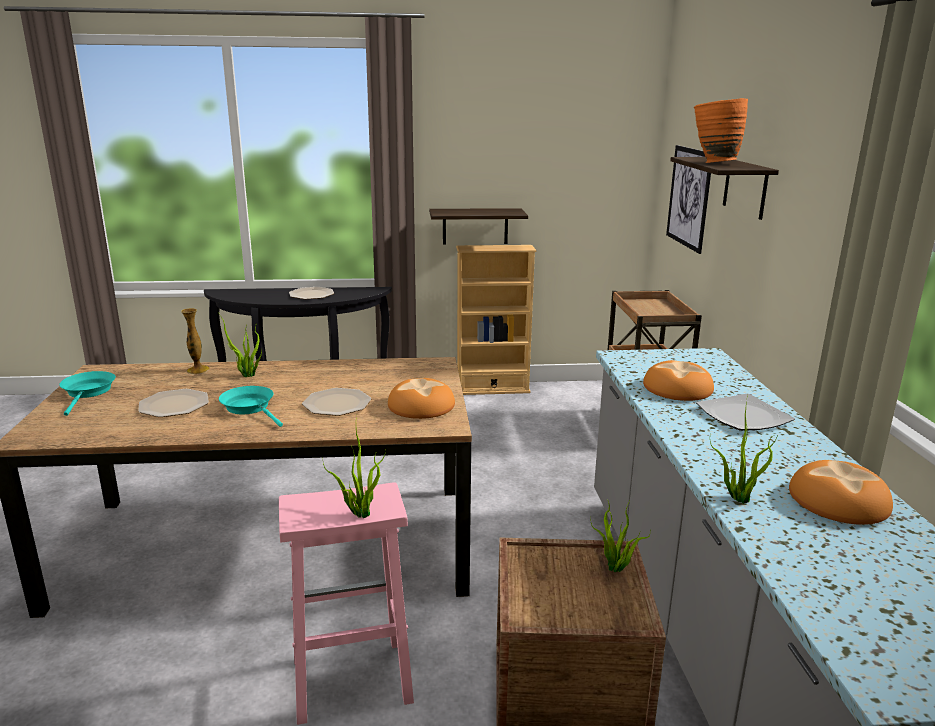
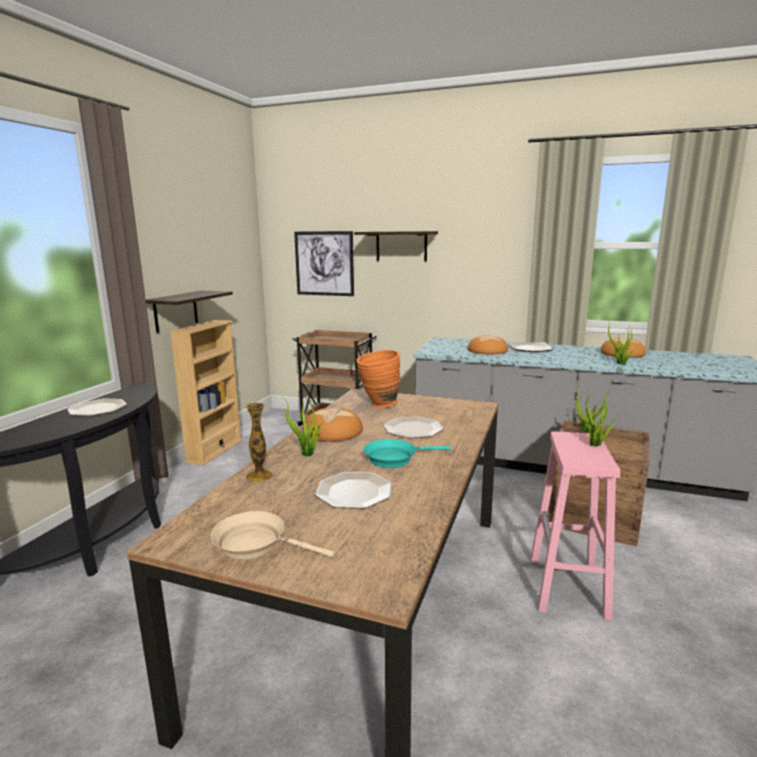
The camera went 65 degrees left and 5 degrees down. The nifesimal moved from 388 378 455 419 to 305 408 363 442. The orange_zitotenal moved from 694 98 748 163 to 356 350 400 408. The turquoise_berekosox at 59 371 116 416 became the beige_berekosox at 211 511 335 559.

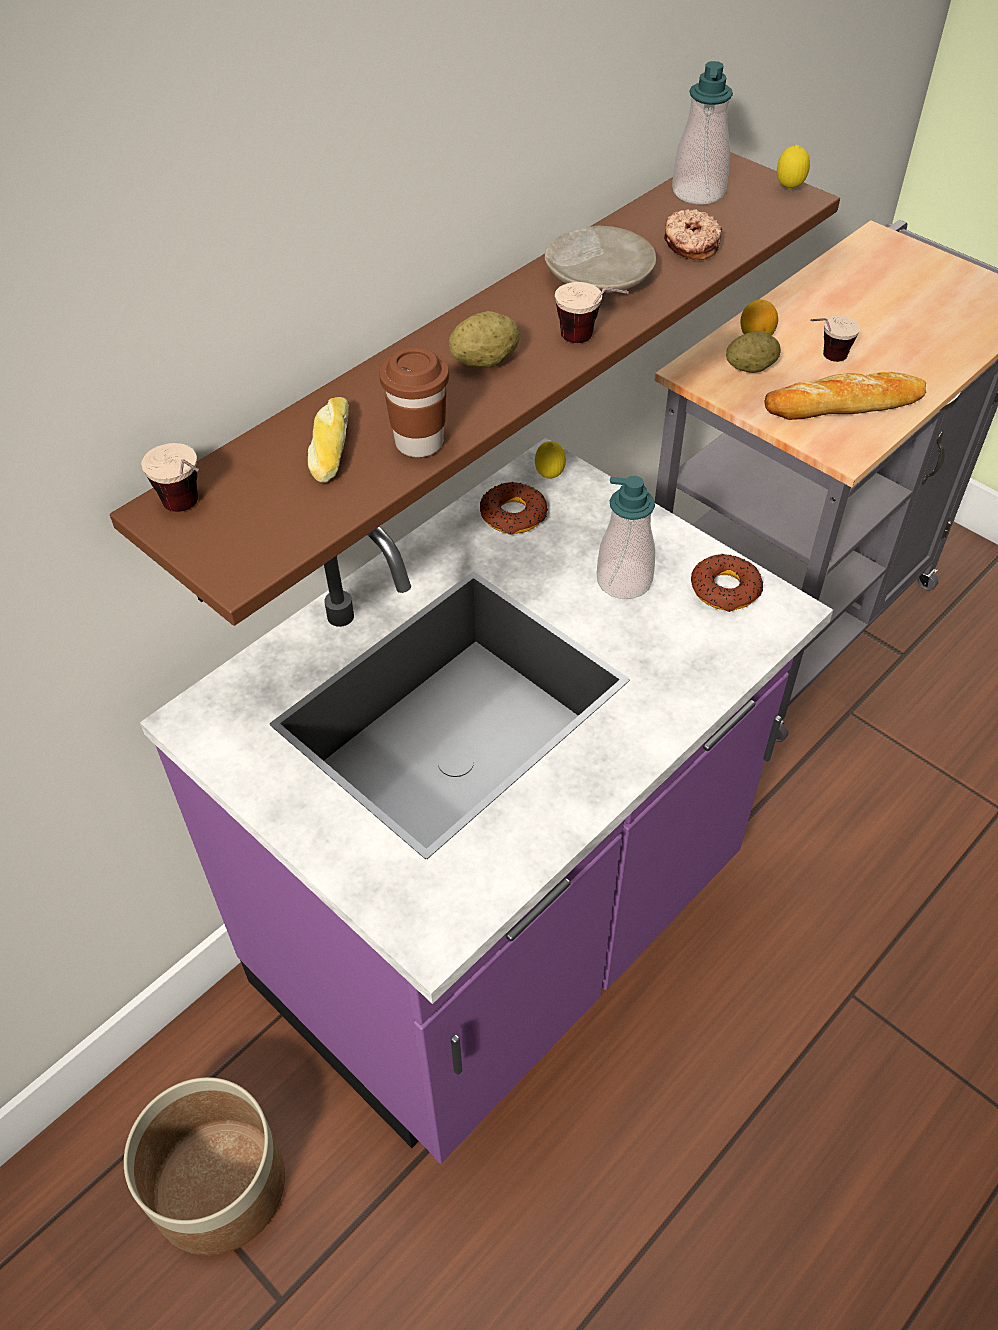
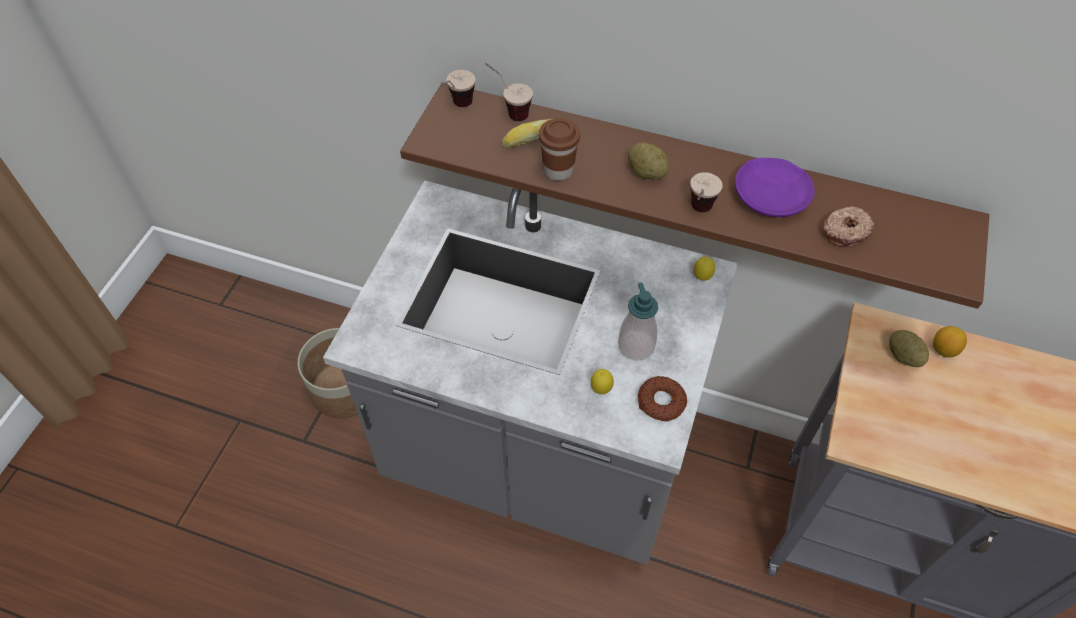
The camera went 65 degrees right and 5 degrees up. The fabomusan at 480 482 548 535 disappeared. The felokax at 672 61 733 205 disappeared. The nifesimal at 765 371 926 420 disappeared. The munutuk moved from 777 145 810 190 to 591 369 614 394. The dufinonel moved from 810 315 860 362 to 485 63 533 121. The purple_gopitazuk at 140 438 833 1164 became the grey_gopitazuk at 323 180 738 565. The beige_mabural at 544 226 656 293 became the purple_mabural at 735 158 815 217.

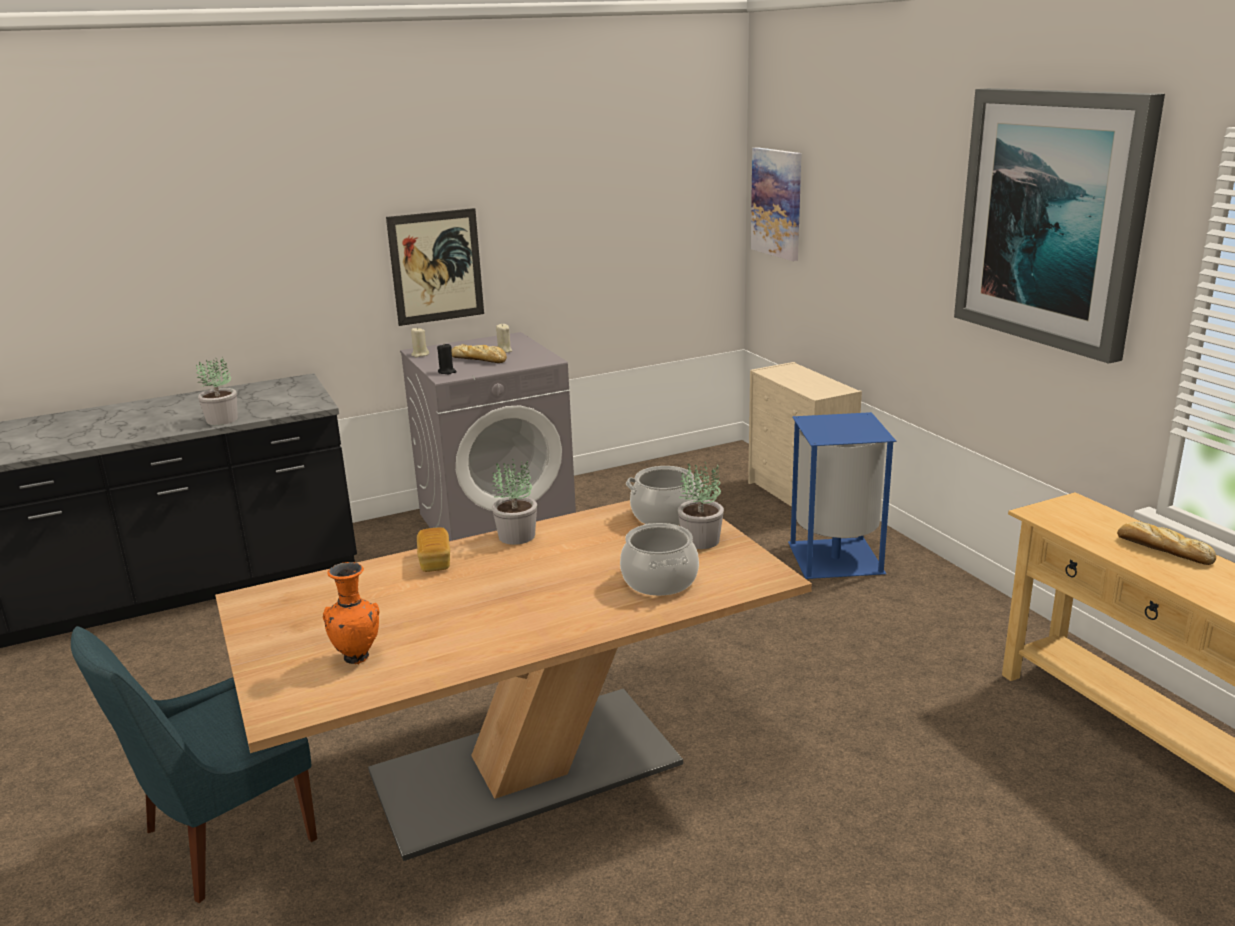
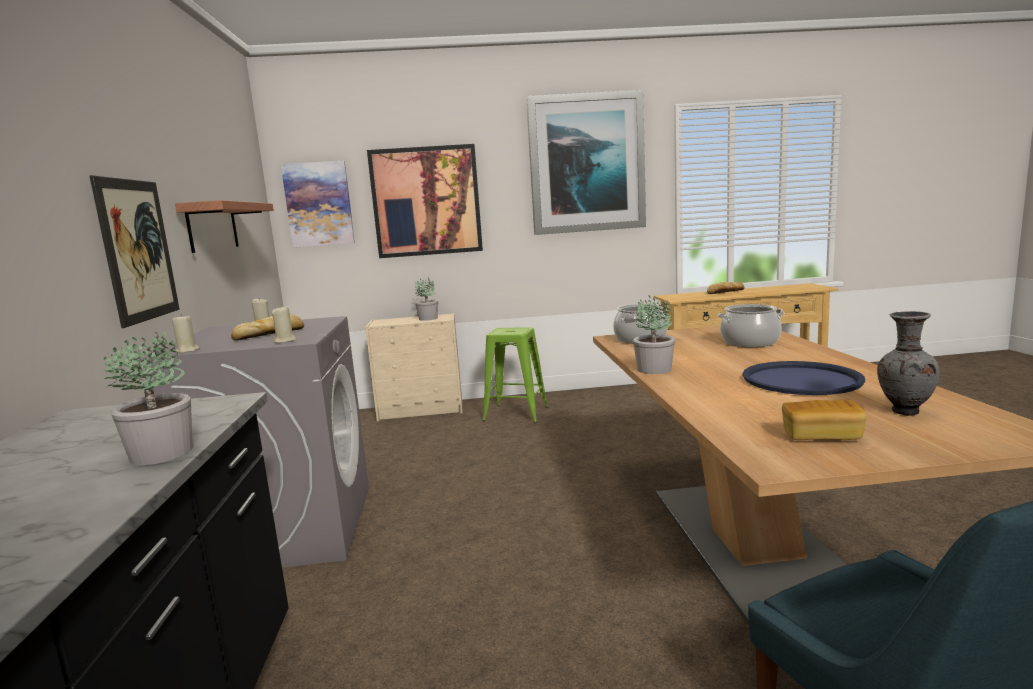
The camera went 70 degrees left and 10 degrees down. The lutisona at 175 200 274 253 appeared. The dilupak at 367 144 483 258 appeared. The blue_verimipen at 743 361 865 395 appeared. The nifesimal moved from 417 528 450 572 to 782 400 867 440. The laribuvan moved from 678 462 724 549 to 415 277 438 321. The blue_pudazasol at 788 412 897 579 was replaced by the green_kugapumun at 482 327 548 423. The orange_zitotenal at 323 562 379 664 became the grey_zitotenal at 877 311 940 416. The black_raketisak at 437 344 457 374 became the beige_raketisak at 272 306 297 343.

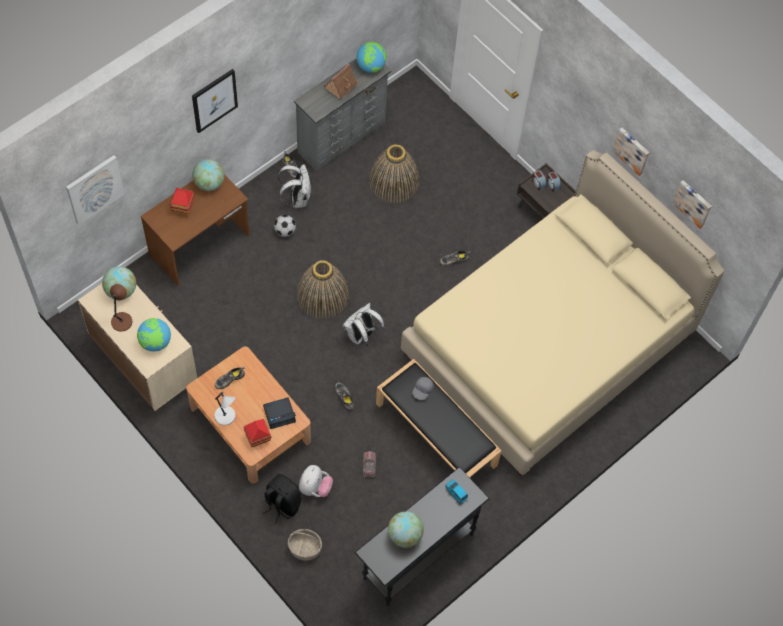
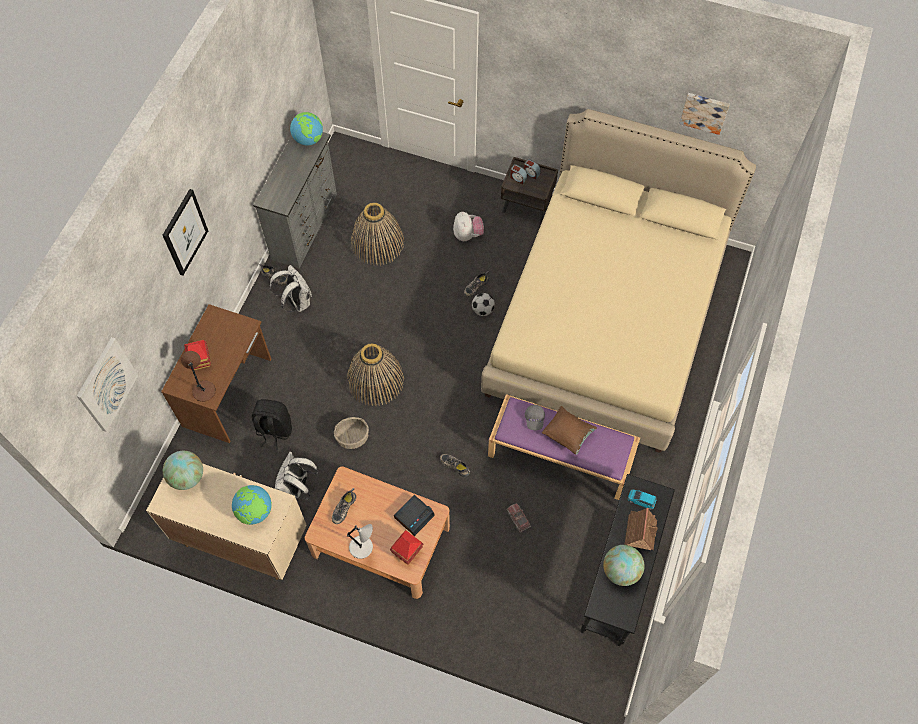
The camera went 25 degrees left and 0 degrees up. The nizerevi at 192 159 224 191 disappeared. The dilupak at 613 128 650 176 disappeared. The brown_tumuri at 542 406 597 455 appeared. The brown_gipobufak moved from 110 284 132 332 to 181 351 216 402. The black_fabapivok moved from 263 474 301 524 to 252 399 292 450. The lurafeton moved from 274 215 296 237 to 472 293 495 316. The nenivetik moved from 288 529 322 561 to 334 417 369 449. The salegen moved from 299 465 333 497 to 453 212 484 241. The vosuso moved from 324 64 359 99 to 625 508 658 550. The white_fabapivok moved from 343 303 385 348 to 275 451 319 499. The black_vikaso at 376 359 502 477 became the purple_vikaso at 488 394 640 500.

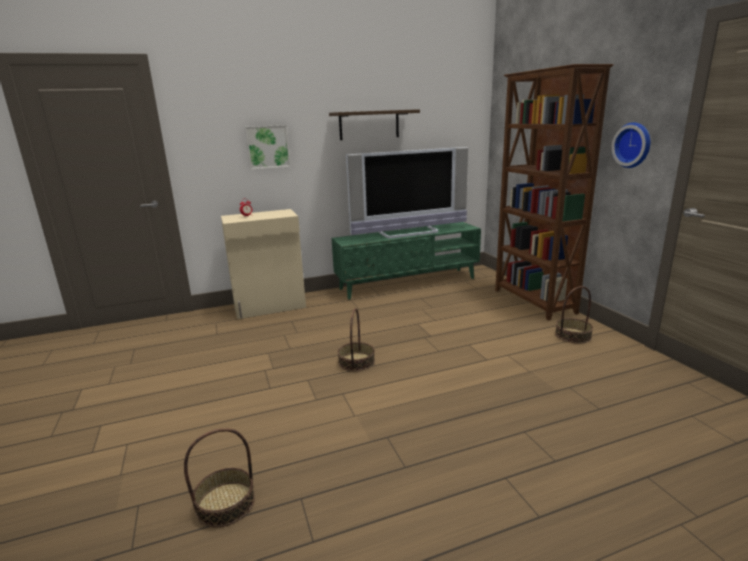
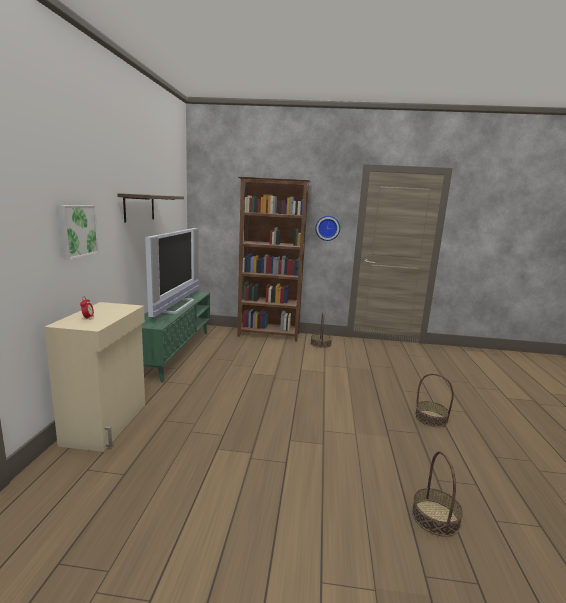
The camera went 65 degrees left and 5 degrees down. The nenivetik moved from 338 308 375 371 to 415 373 454 427.

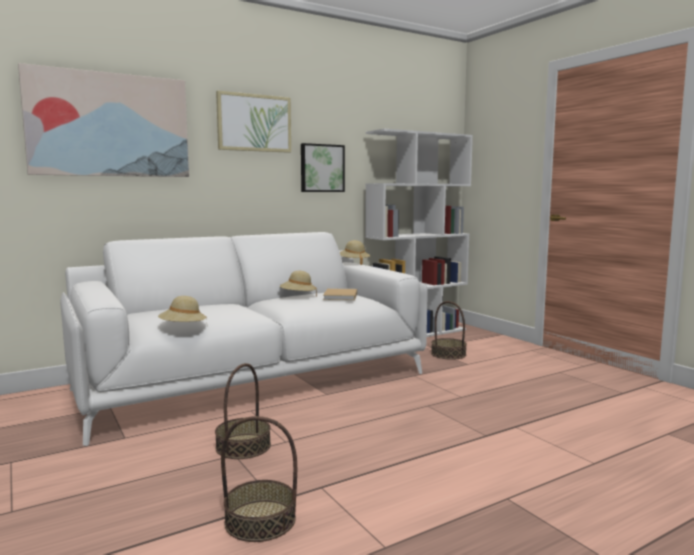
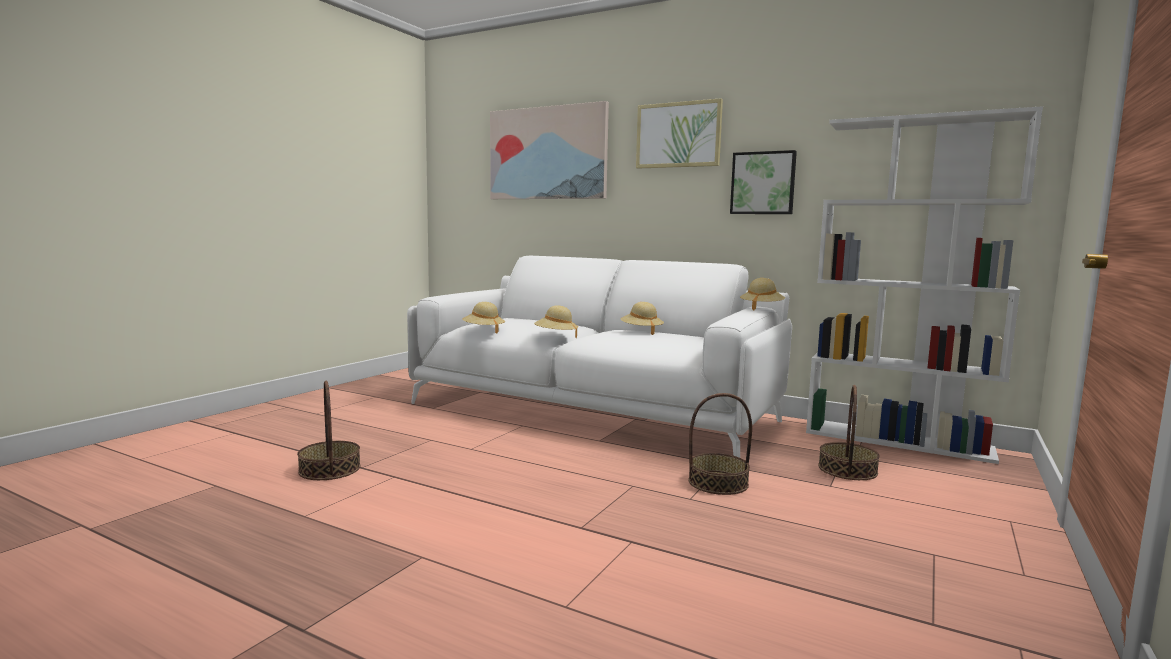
The camera went 60 degrees right and 0 degrees up. The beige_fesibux at 323 289 357 300 disappeared. The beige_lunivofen at 534 305 578 338 appeared. The nenivetik moved from 215 363 271 459 to 688 393 752 495.

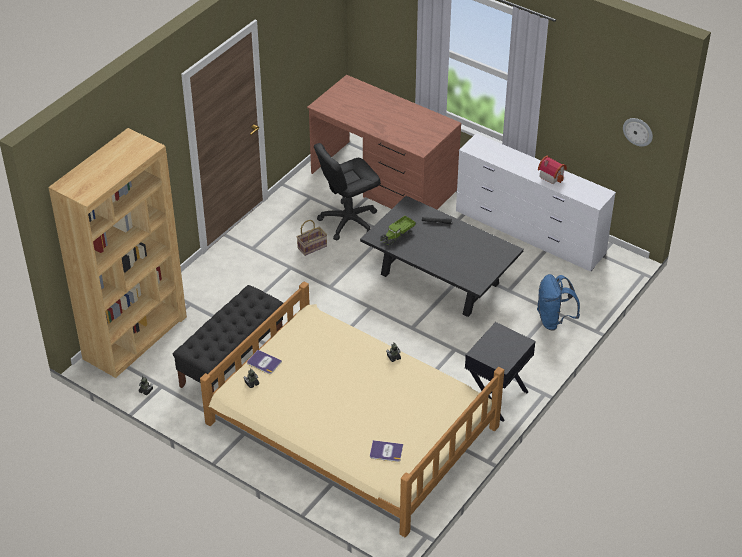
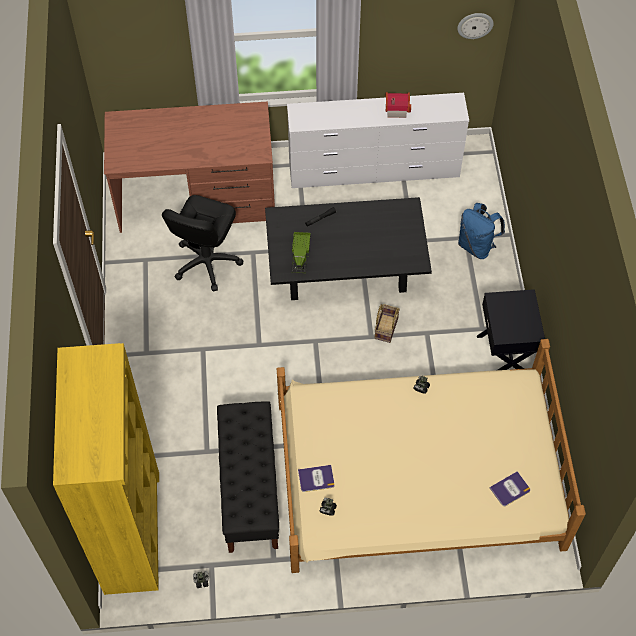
The camera went 40 degrees left and 15 degrees up. The nenivetik moved from 297 220 327 256 to 375 304 400 343. The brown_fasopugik at 48 128 187 378 became the yellow_fasopugik at 53 343 159 595.

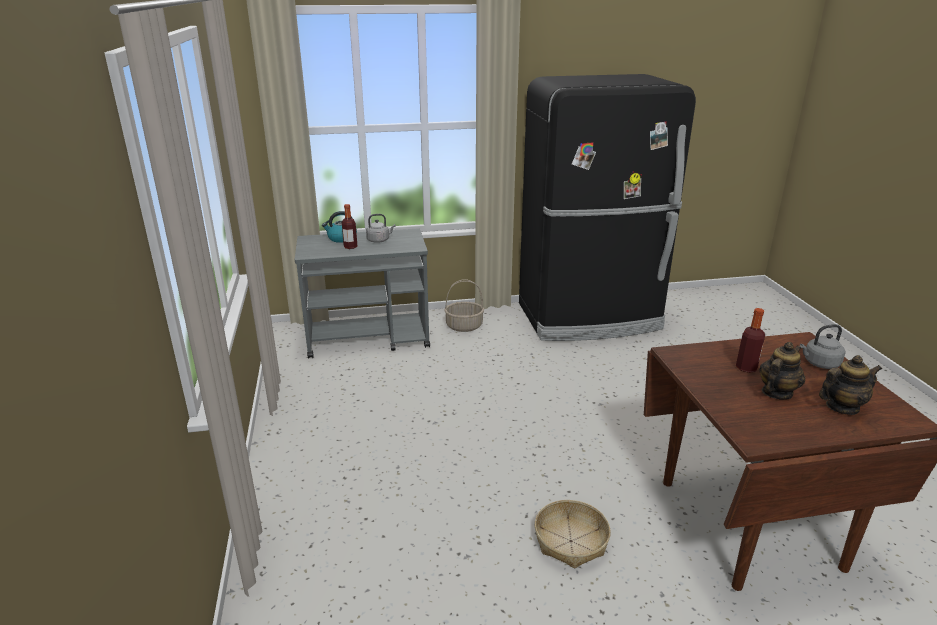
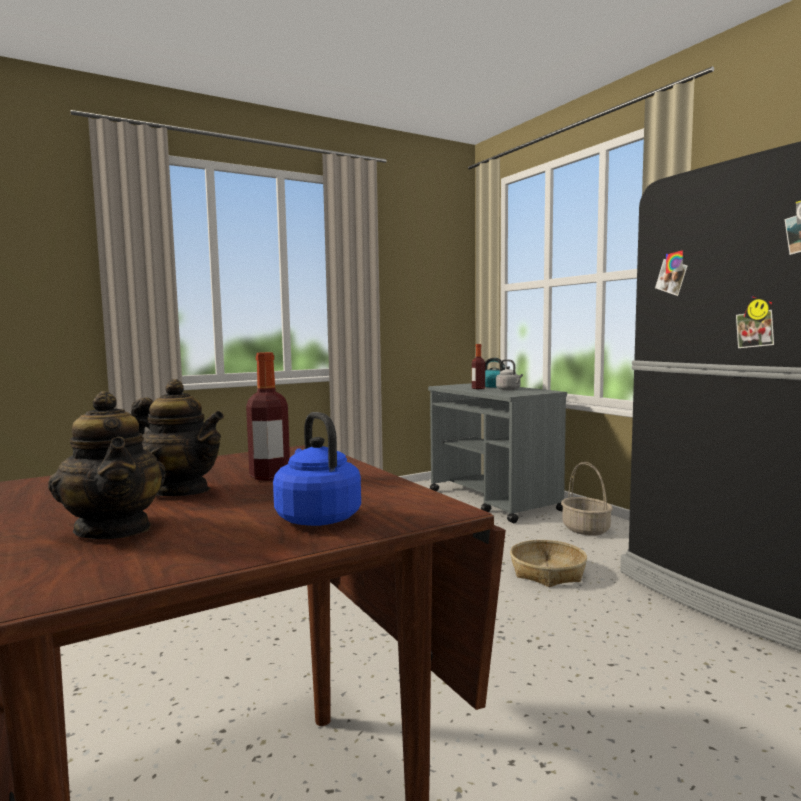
The camera went 70 degrees right and 20 degrees down. The nenivetik moved from 535 500 611 569 to 510 540 587 587. The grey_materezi at 800 324 845 369 became the blue_materezi at 273 412 361 526.

